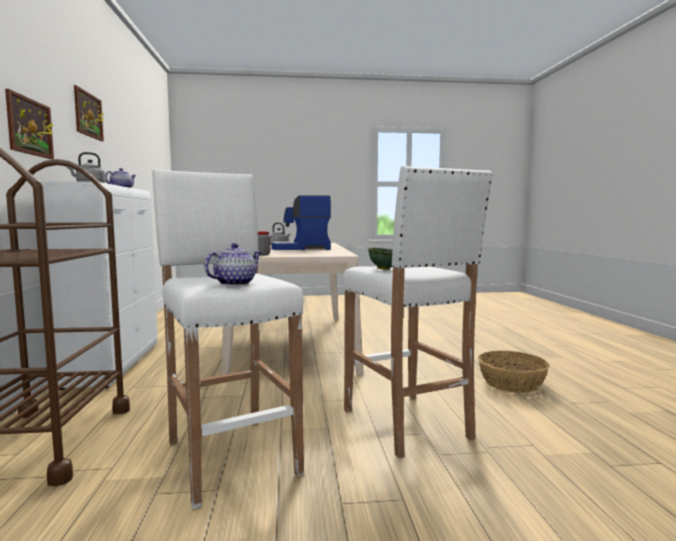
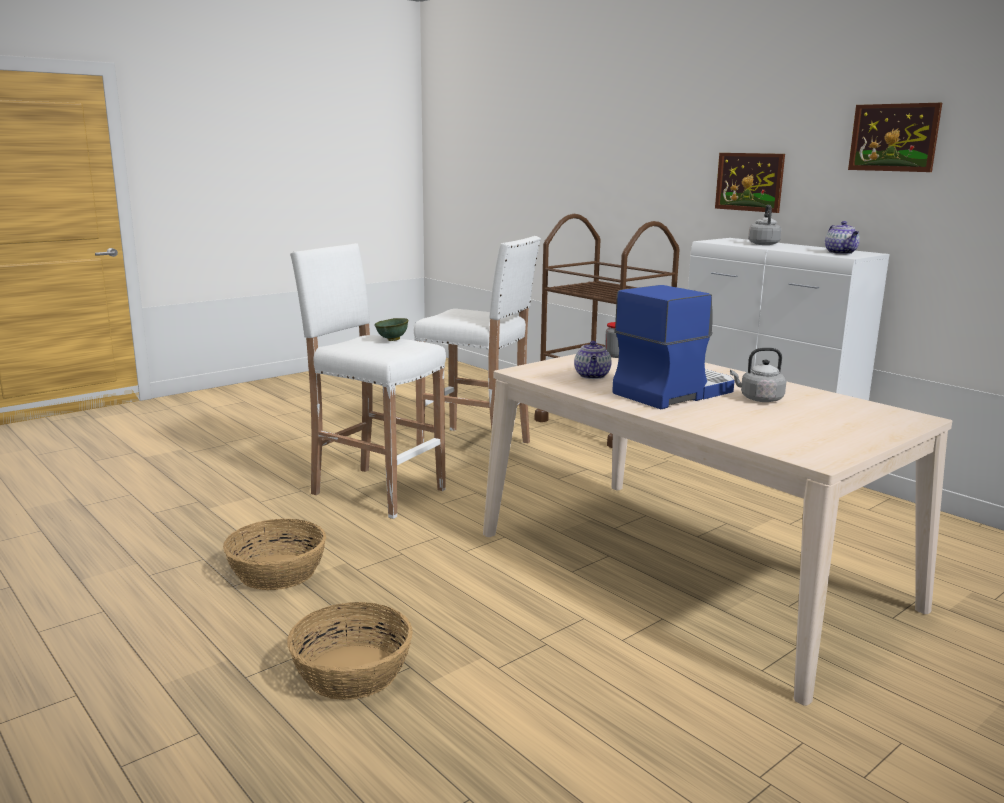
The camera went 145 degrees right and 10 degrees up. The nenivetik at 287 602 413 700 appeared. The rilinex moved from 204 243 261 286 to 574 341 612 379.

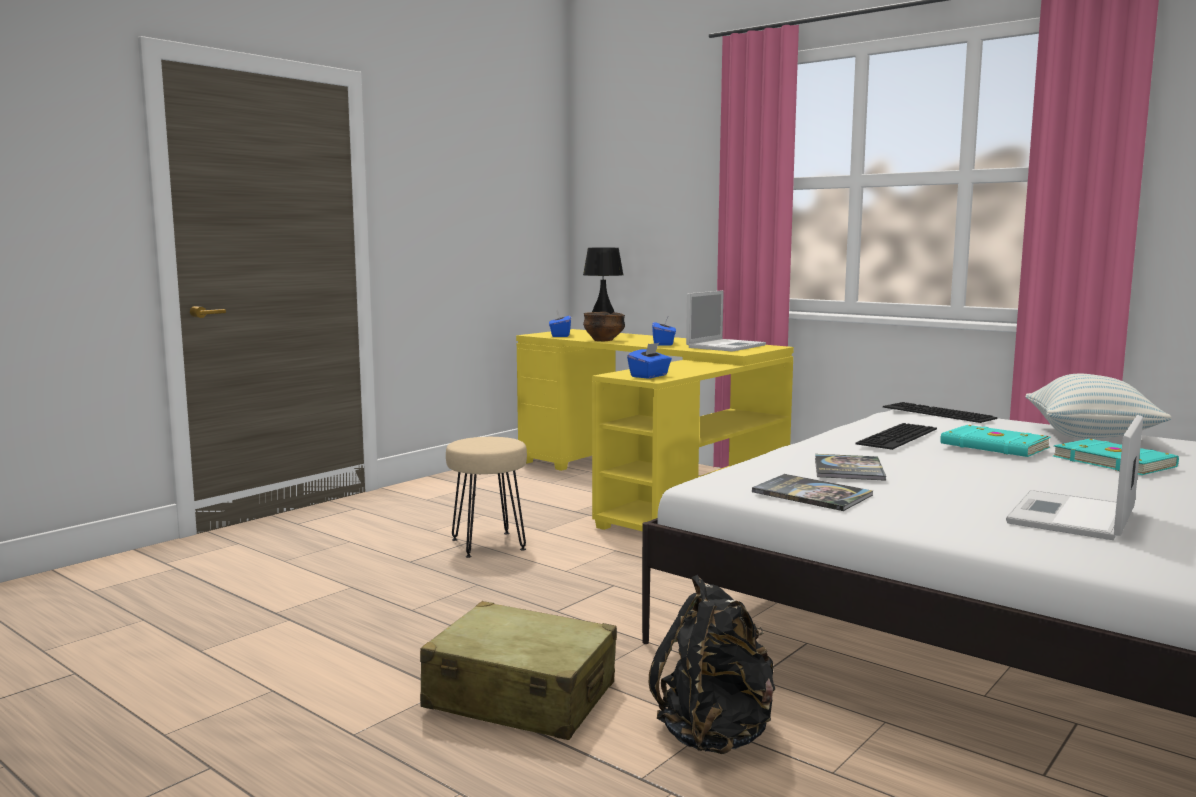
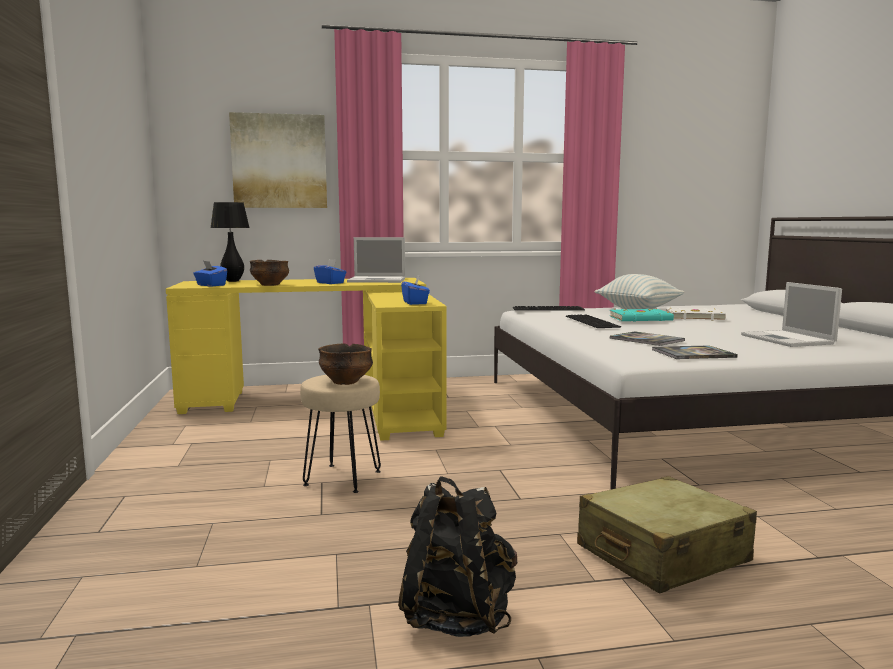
The camera went 50 degrees left and 0 degrees up. The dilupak at 229 112 327 208 appeared. The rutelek at 318 343 373 385 appeared. The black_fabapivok moved from 649 575 775 754 to 398 476 518 637. The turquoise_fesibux at 1053 439 1179 475 became the white_fesibux at 666 308 726 320. The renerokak at 686 290 766 352 turned 105 degrees clockwise.

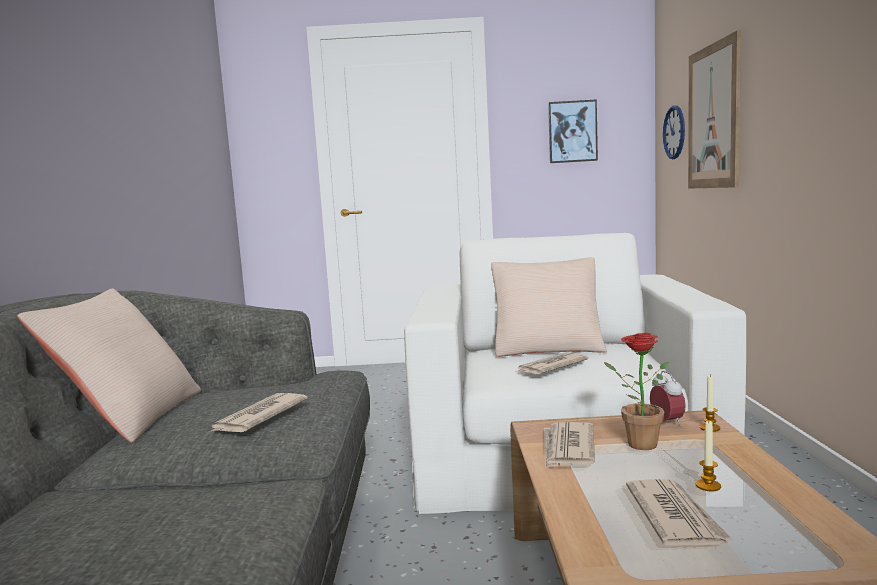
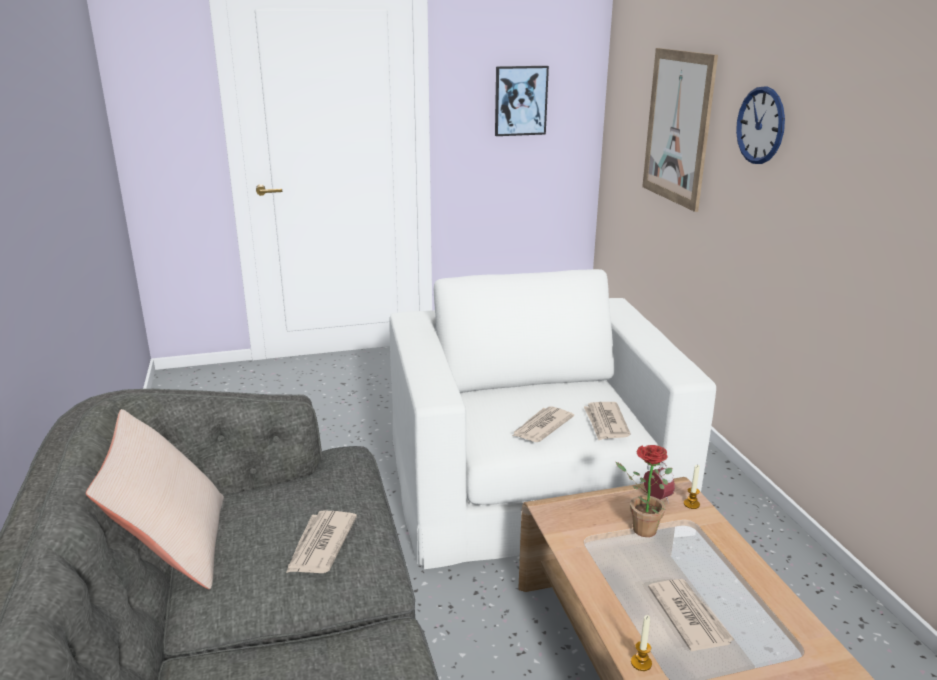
The camera went 15 degrees left and 15 degrees up. The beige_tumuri at 491 257 607 357 disappeared. The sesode moved from 544 422 595 469 to 584 402 631 440. The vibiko moved from 663 105 685 159 to 736 86 785 164. The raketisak moved from 696 421 721 492 to 631 615 652 671.

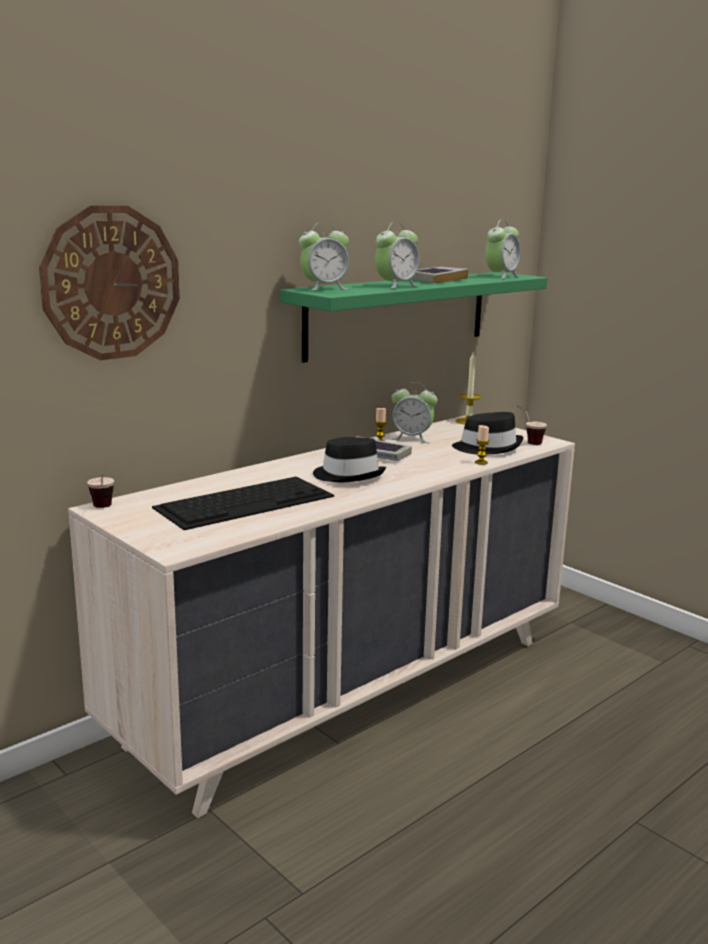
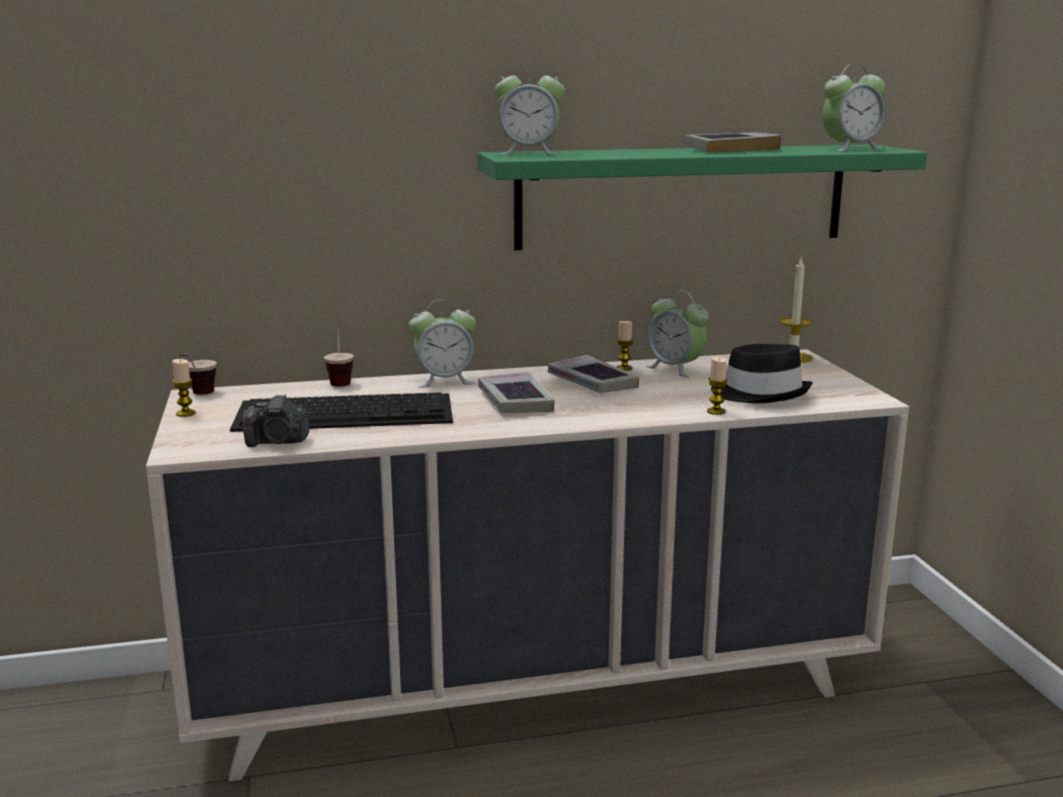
The camera went 30 degrees right and 0 degrees up. The vibiko at 39 206 180 360 disappeared. The raketisak at 172 359 196 417 appeared. The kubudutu at 242 394 309 447 appeared. The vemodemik moved from 375 222 419 289 to 409 300 476 388. The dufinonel moved from 517 405 547 445 to 324 327 354 387. The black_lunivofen at 313 437 386 482 was replaced by the fesibux at 478 372 555 413.

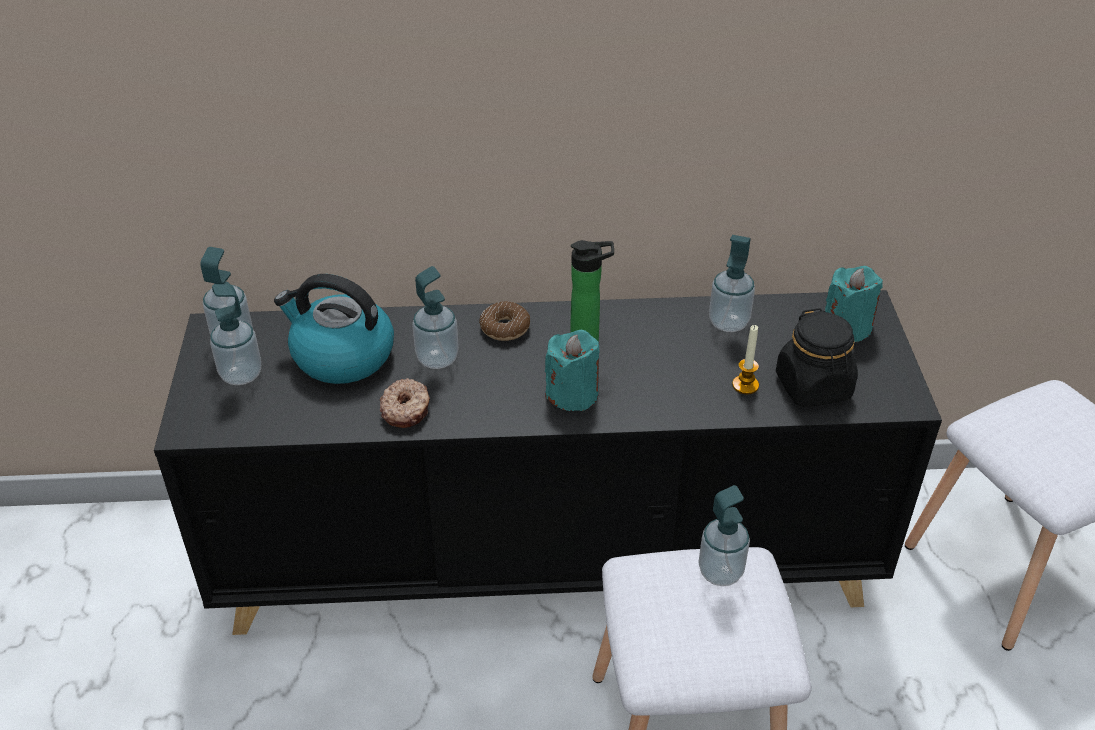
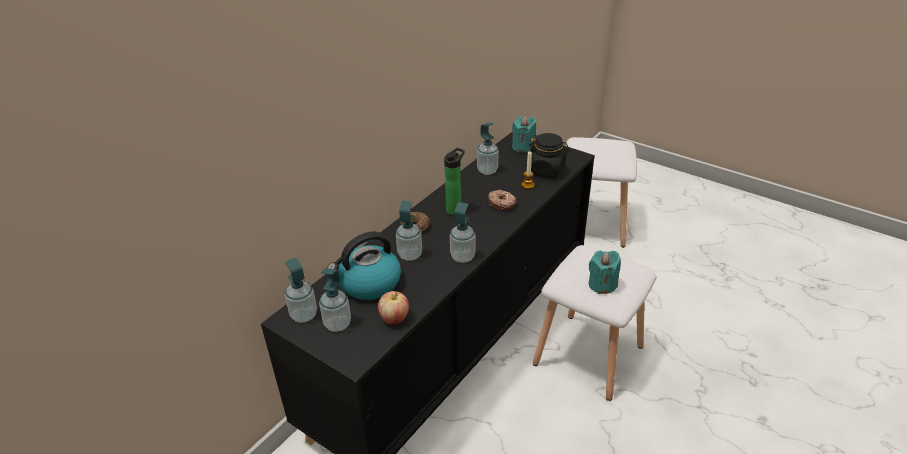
The camera went 50 degrees left and 5 degrees down. The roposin at 378 291 409 325 appeared. The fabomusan moved from 380 378 430 428 to 488 190 517 211. The turquoise_raketisak moved from 545 329 600 411 to 589 250 621 294. The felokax moved from 698 485 750 586 to 450 202 476 263.

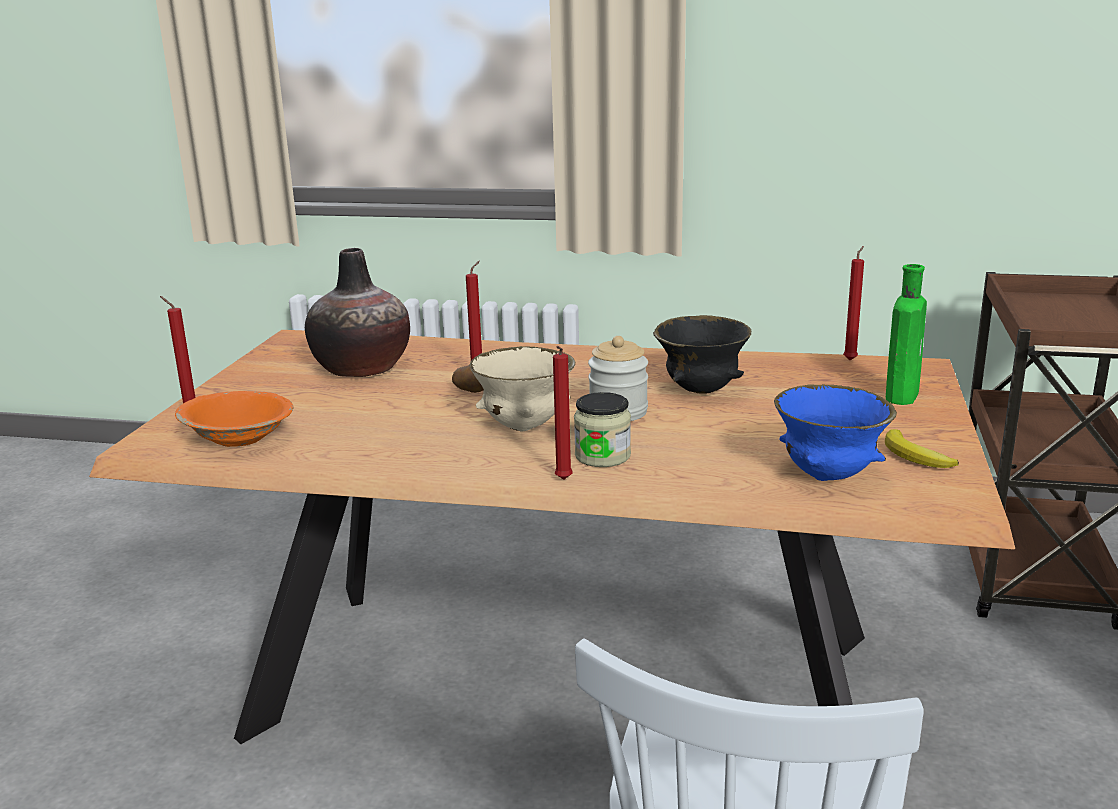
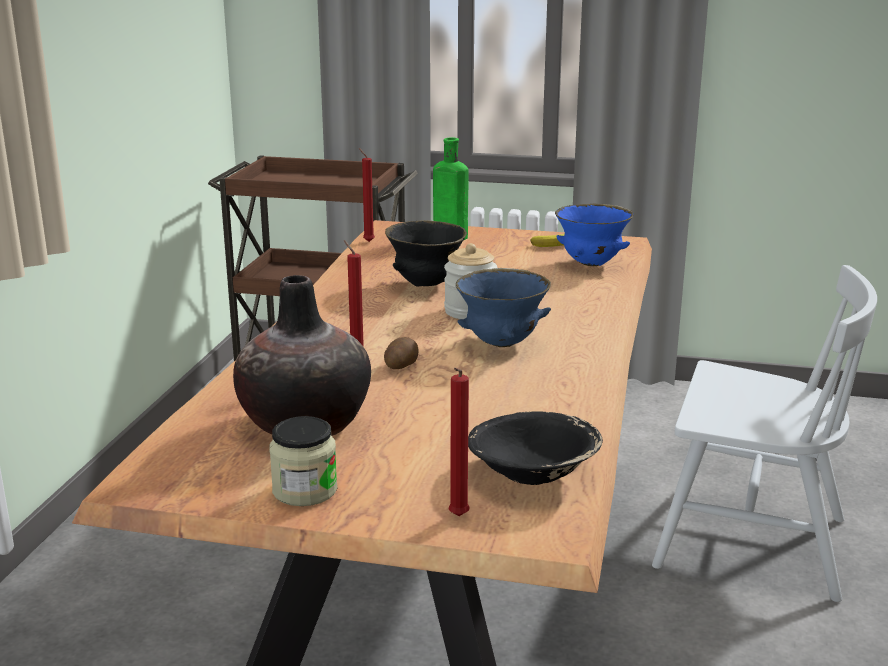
The camera went 90 degrees left and 0 degrees up. The red_raketisak at 553 346 573 480 disappeared. The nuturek moved from 574 392 631 467 to 269 416 337 506. The orange_rutelek at 175 391 294 447 became the black_rutelek at 468 411 603 485. The beige_rutelek at 470 346 575 432 became the blue_rutelek at 456 268 551 347.

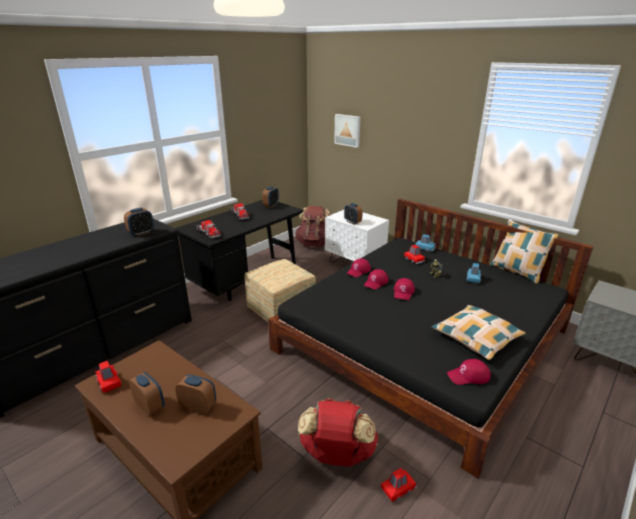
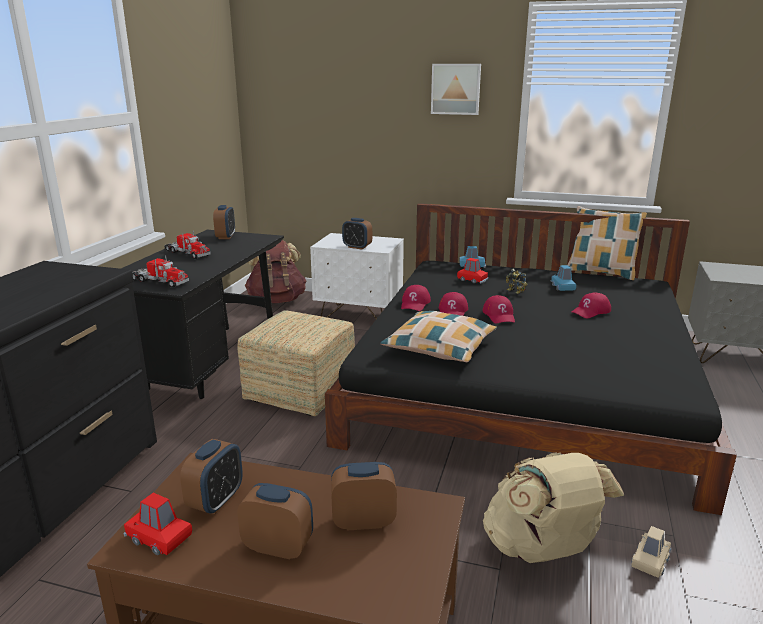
The camera went 25 degrees left and 5 degrees down. The vemodemik moved from 124 208 154 236 to 180 439 243 514. The dilupak moved from 334 114 360 148 to 431 64 481 115. The tumuri moved from 432 305 526 360 to 380 311 497 362. The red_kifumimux moved from 447 359 491 385 to 571 292 611 318. The red_fabapivok at 298 398 378 467 became the beige_fabapivok at 483 452 624 563. The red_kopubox at 381 468 417 502 became the beige_kopubox at 631 526 671 578.

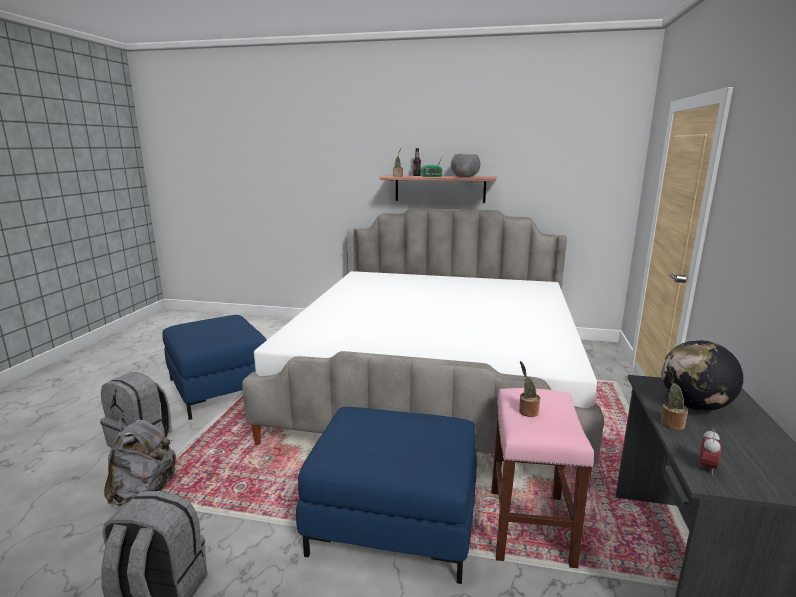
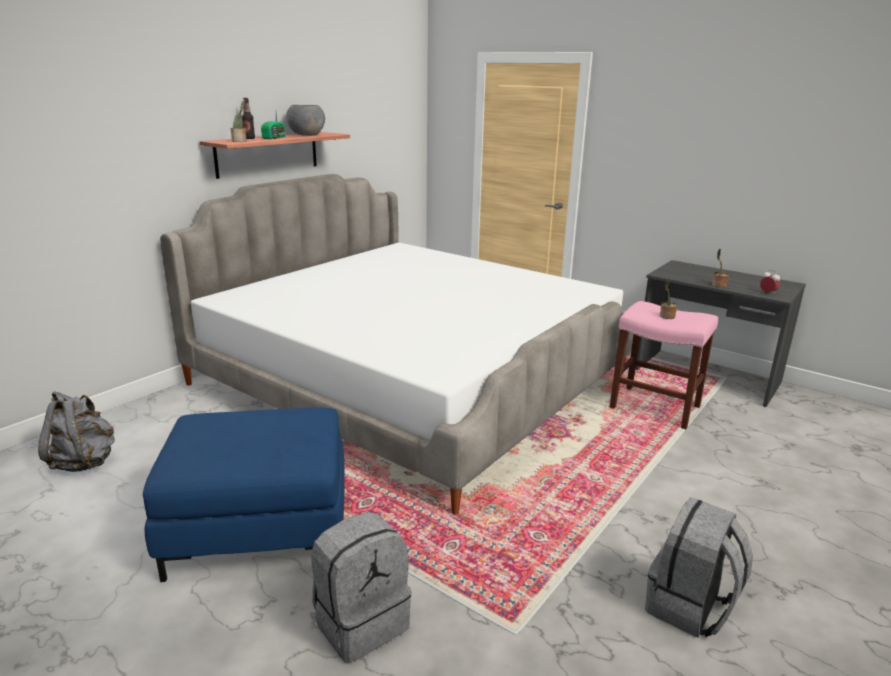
The camera went 65 degrees left and 5 degrees up. The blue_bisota at 296 407 477 584 disappeared. The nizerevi at 661 340 743 411 disappeared. The grey_fabapivok moved from 104 418 177 506 to 38 391 115 472.

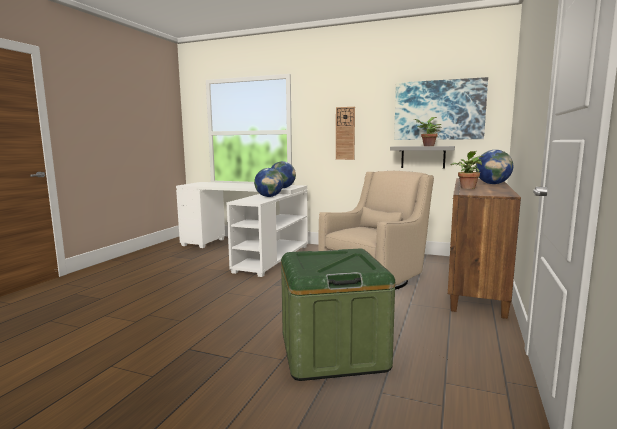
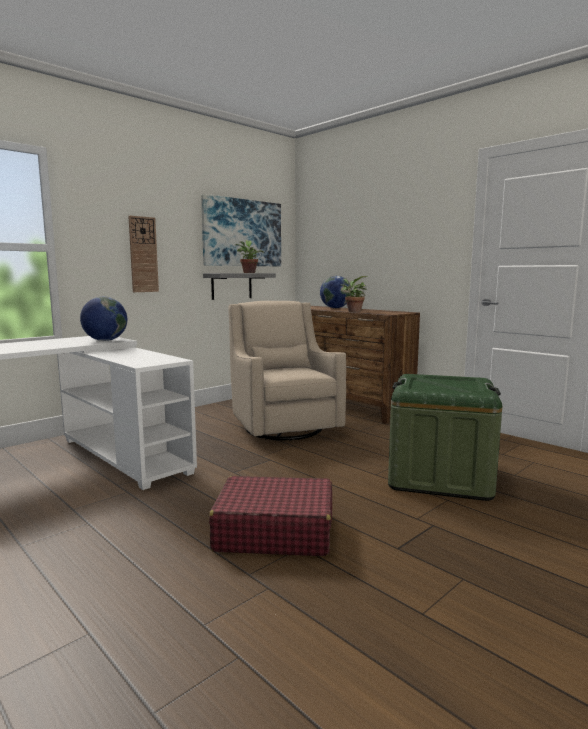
The camera went 65 degrees left and 0 degrees up. The nizerevi at 254 168 283 197 disappeared. The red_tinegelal at 209 476 332 556 appeared.

